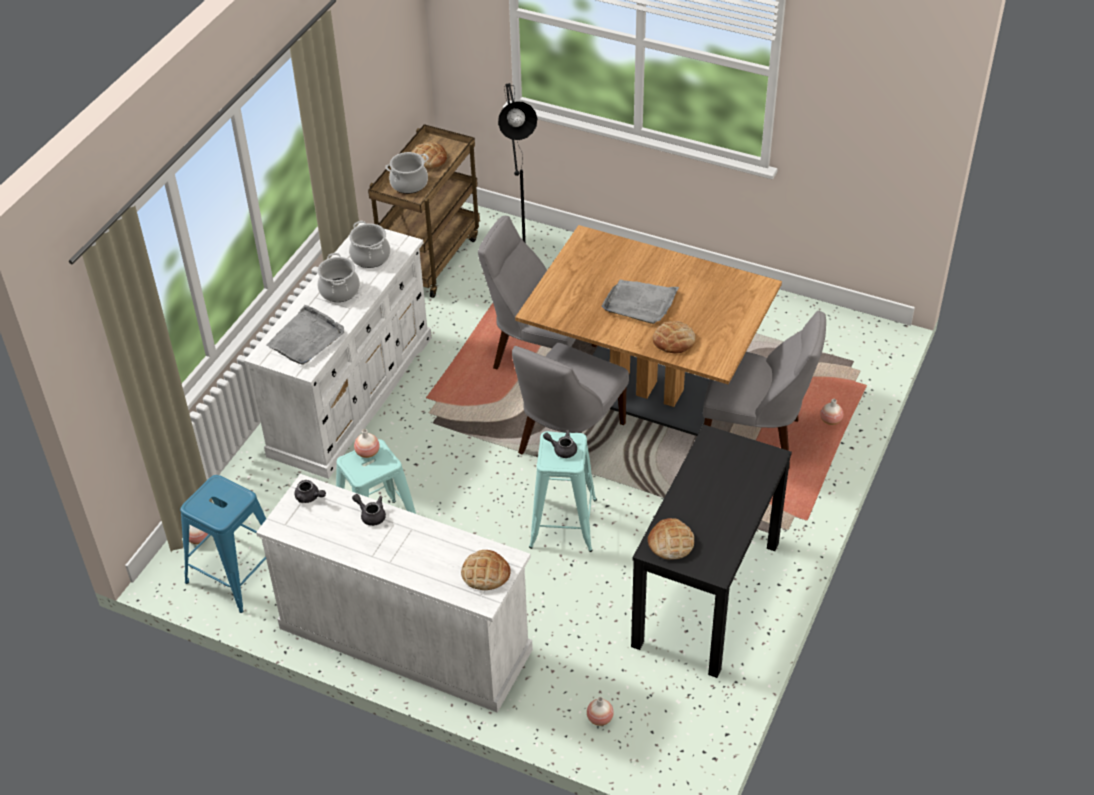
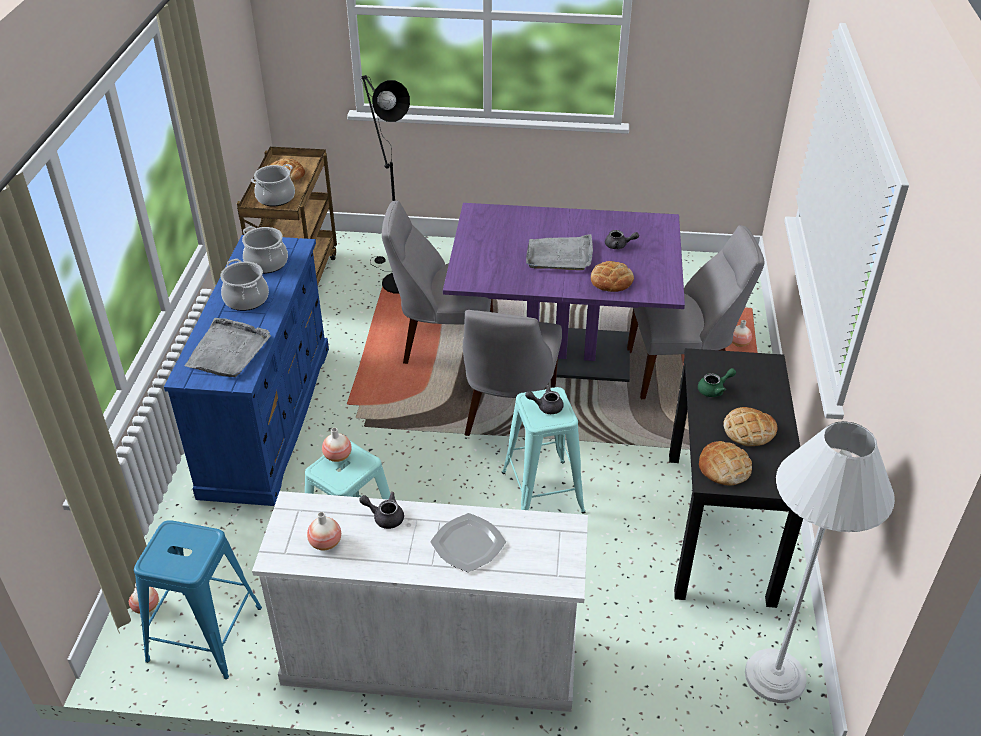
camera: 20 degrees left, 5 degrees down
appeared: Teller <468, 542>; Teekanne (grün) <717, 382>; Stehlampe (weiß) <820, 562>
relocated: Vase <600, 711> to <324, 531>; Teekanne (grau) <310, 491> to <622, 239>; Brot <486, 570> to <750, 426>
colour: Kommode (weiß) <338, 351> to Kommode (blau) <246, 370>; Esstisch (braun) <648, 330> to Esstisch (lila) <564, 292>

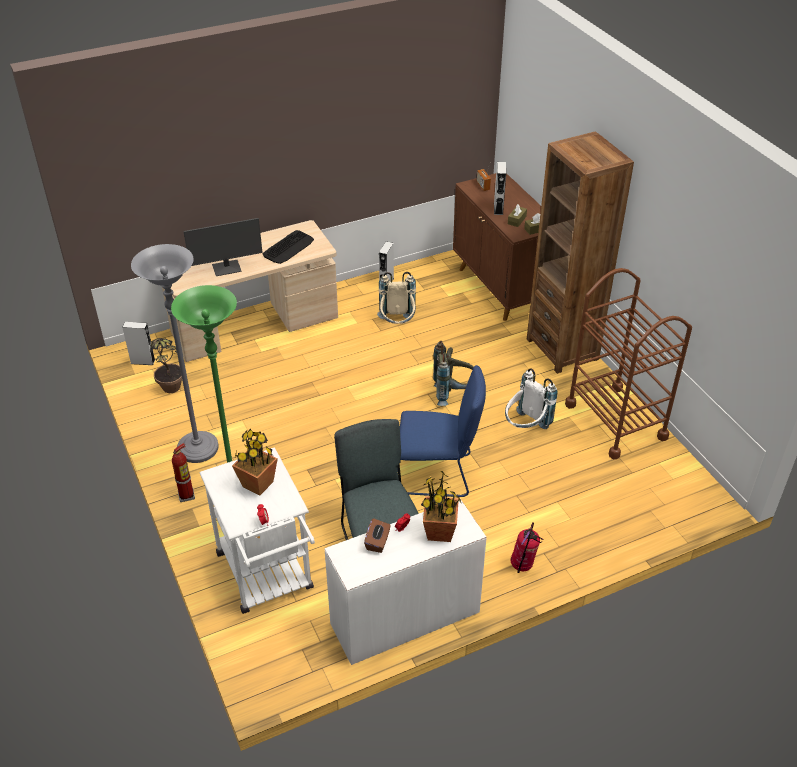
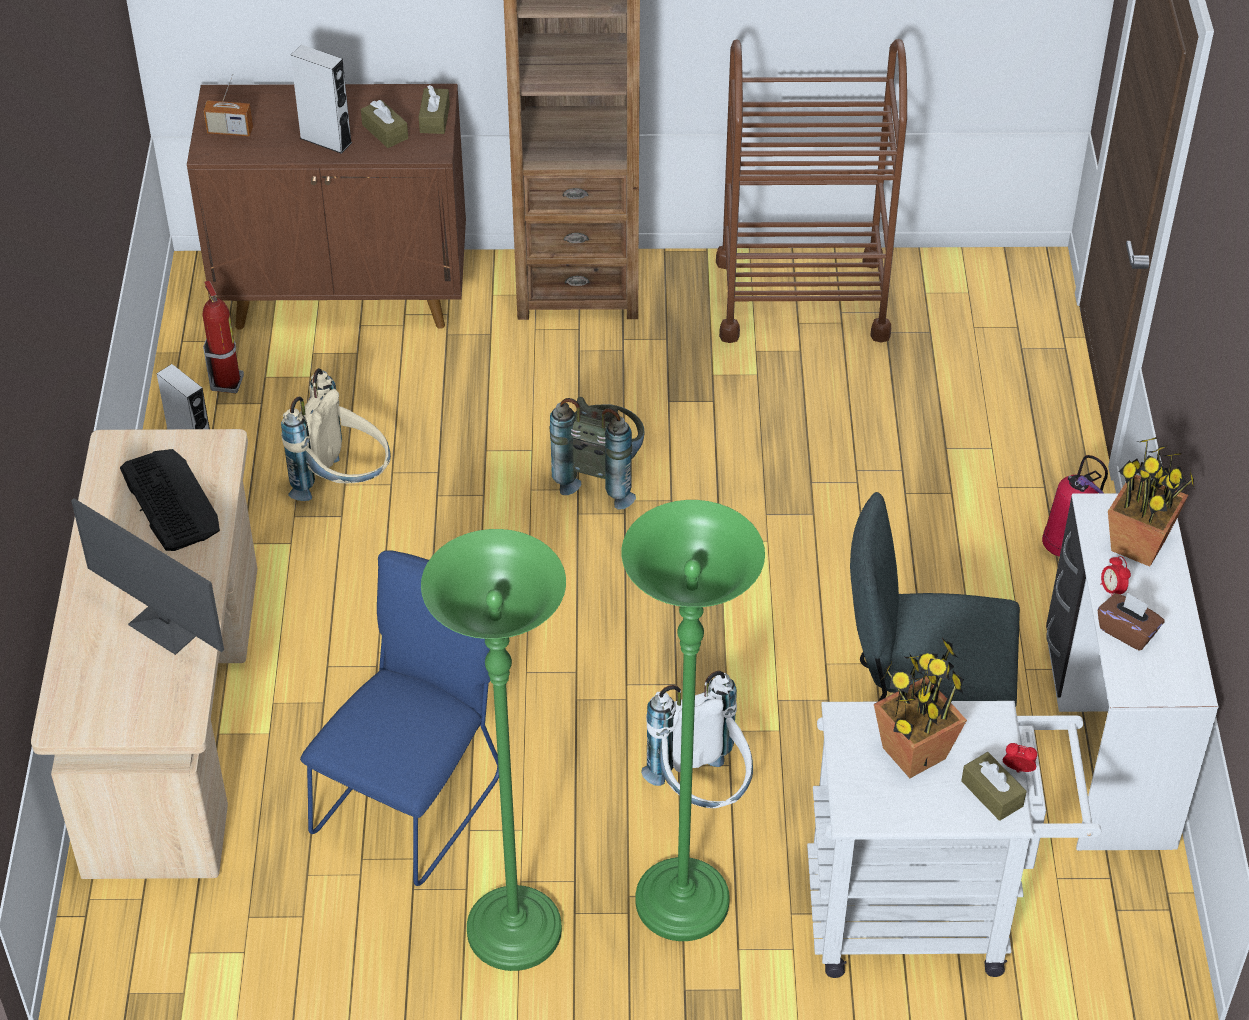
camera: 65 degrees left, 5 degrees up
missing: Lautsprecher (grau) <138, 343>; Topfpflanze <166, 365>
appeared: Taschentuchbox (braun) <993, 786>
relocated: Feuerlöscher <183, 472> to <223, 336>; Stuhl (blau) <443, 431> to <399, 718>; Rucksack (weiß) <531, 398> to <697, 739>
colour: Stehlampe (grau) <175, 353> to Stehlampe (grün) <493, 750>
spun: Monitor <223, 247> = <147, 576> 120 degrees clockwise

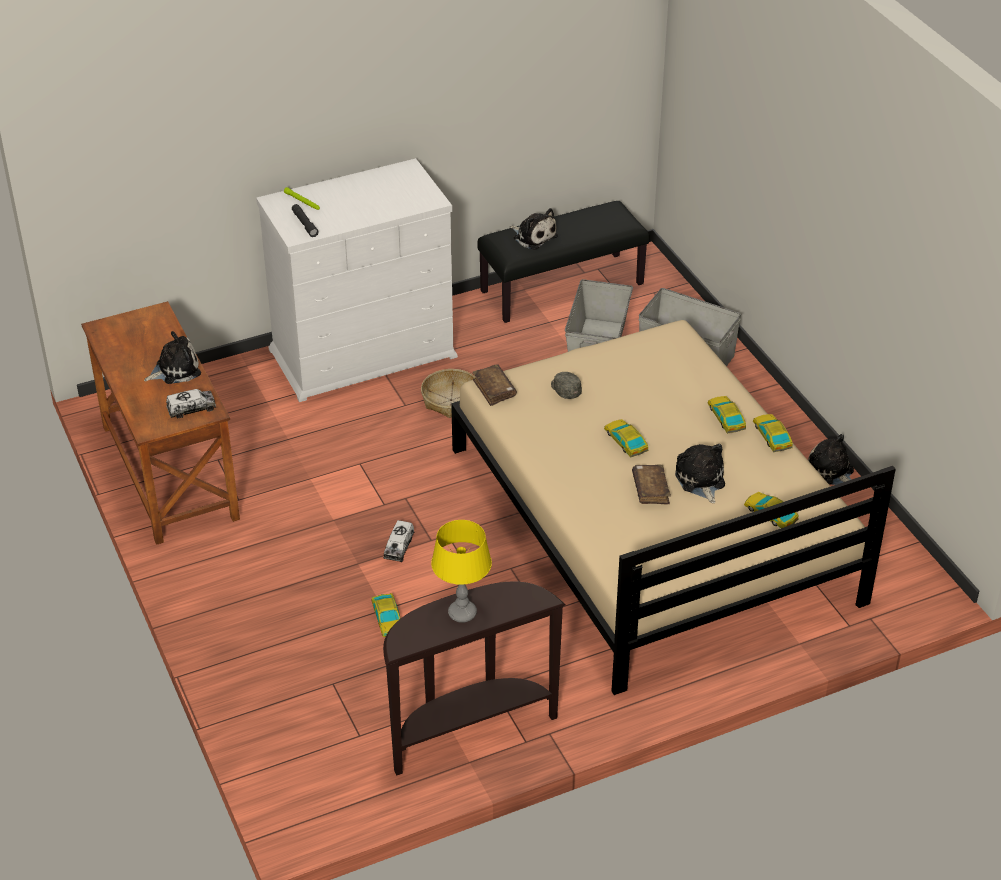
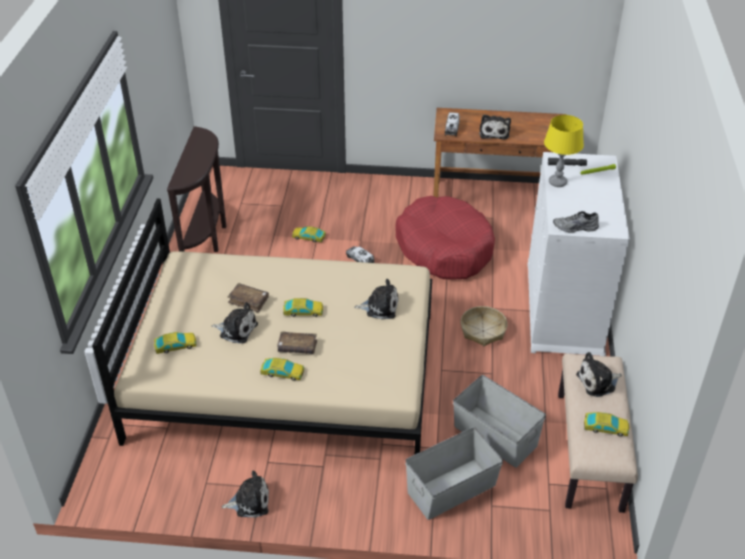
camera: 120 degrees right, 0 degrees up
appeared: Hundebett (rot) <445, 237>; Schuh (grau) <576, 222>
relocated: Buch (braun) <494, 385> to <297, 342>; Tischlampe (gelb) <461, 571> to <564, 151>; Spielzeugauto <773, 433> to <606, 424>
exchanged: Kappe (grau) <566, 385> to Plüschtier <376, 299>
colour: Bank (schwarz) <563, 262> to Bank (beige) <598, 433>

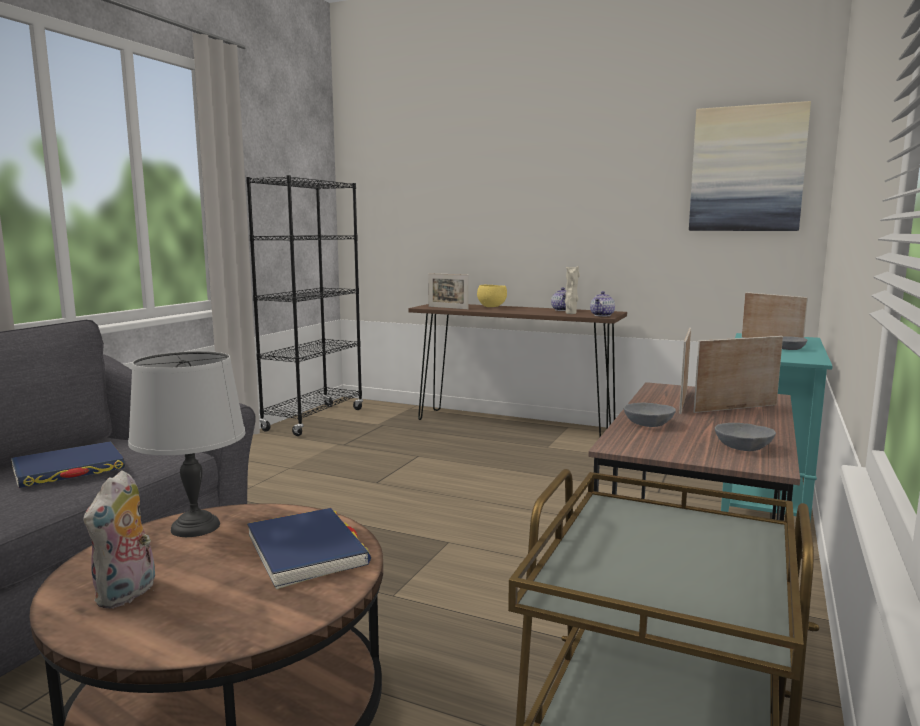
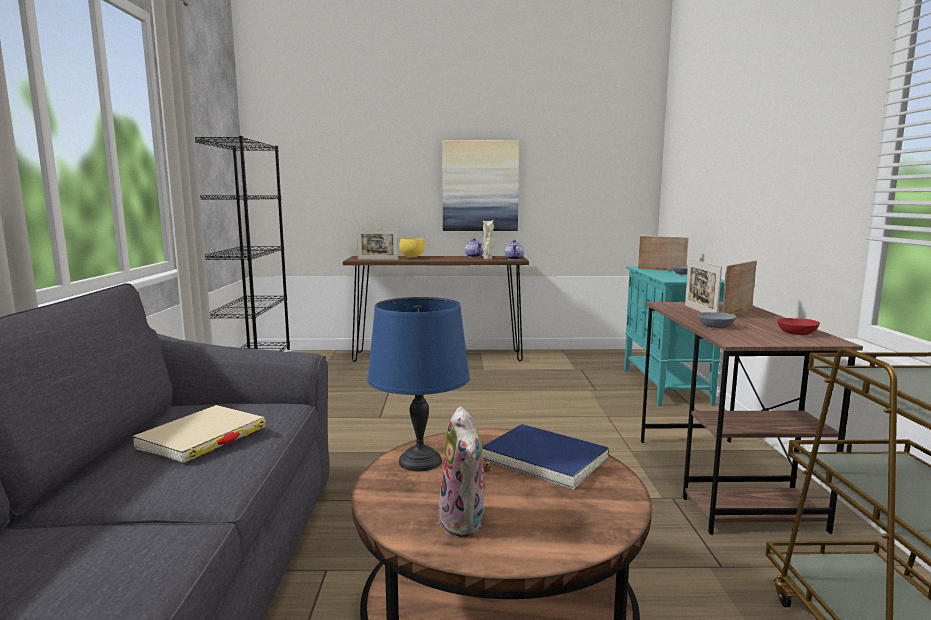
camera: 25 degrees left, 0 degrees up
relocated: Bild <750, 166> to <480, 185>
colour: Buch (blau) <68, 464> to Buch (beige) <199, 434>; Tischlampe (grau) <186, 444> to Tischlampe (blau) <418, 384>; Schüssel (grau) <745, 437> to Schüssel (rot) <798, 326>

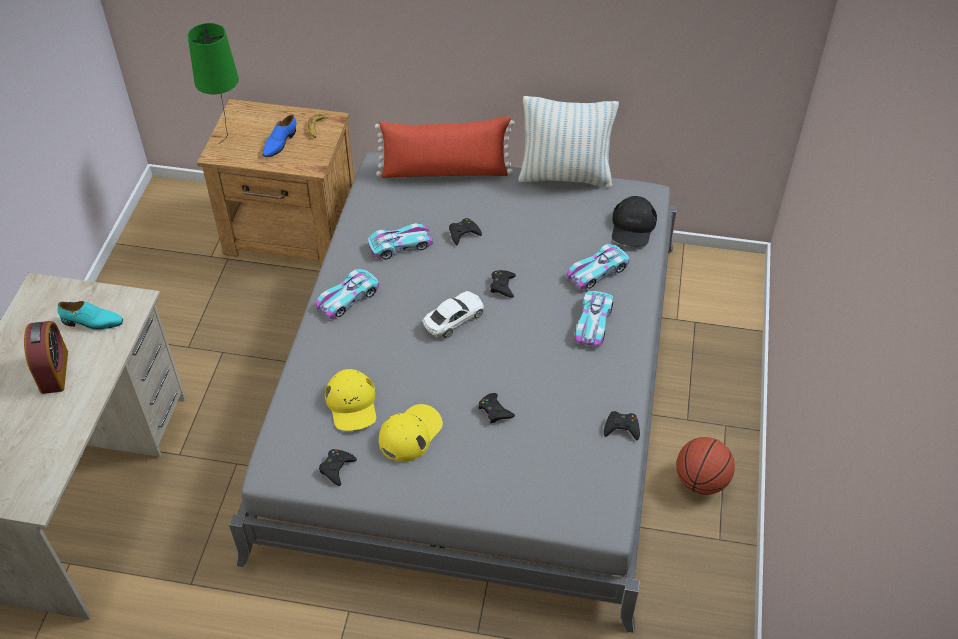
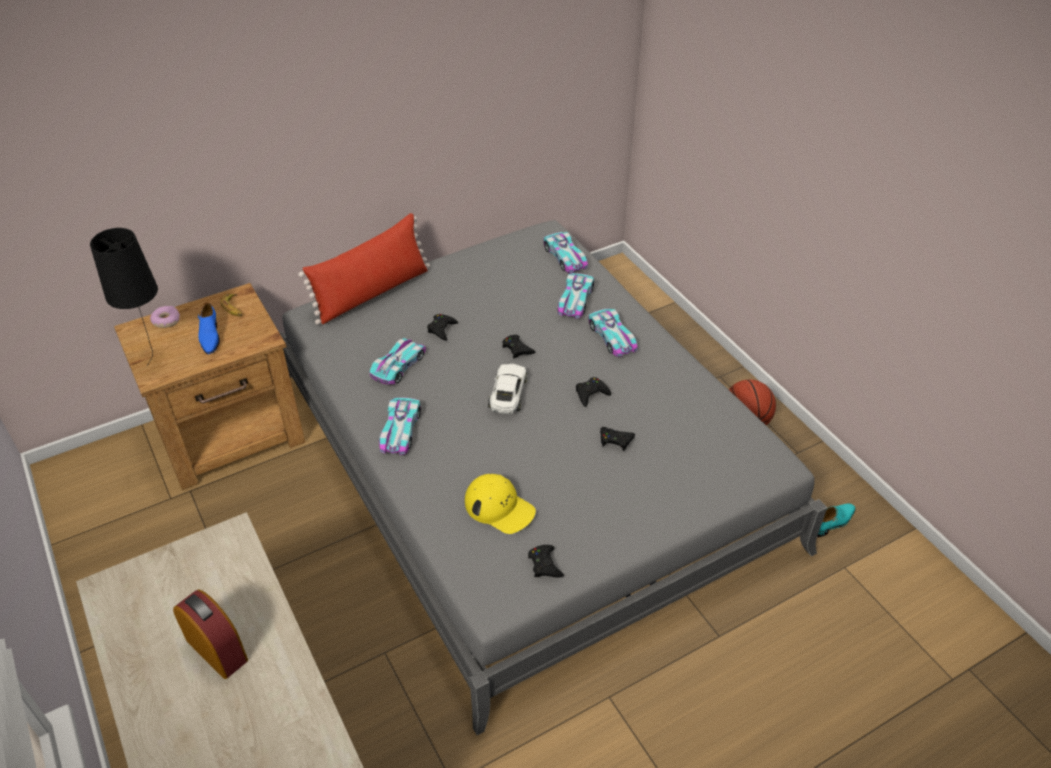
camera: 40 degrees left, 5 degrees down
missing: Kappe (gelb) <411, 433>; Kissen <568, 142>
appeared: Donut <165, 317>
relocated: Gamepad (schwarz) <622, 425> to <593, 392>; Schuh (türkis) <90, 315> to <836, 520>
exchanged: Kappe (schwarz) <634, 221> to Spielzeugauto <566, 252>
colour: Tischlampe (grün) <213, 83> to Tischlampe (schwarz) <124, 297>

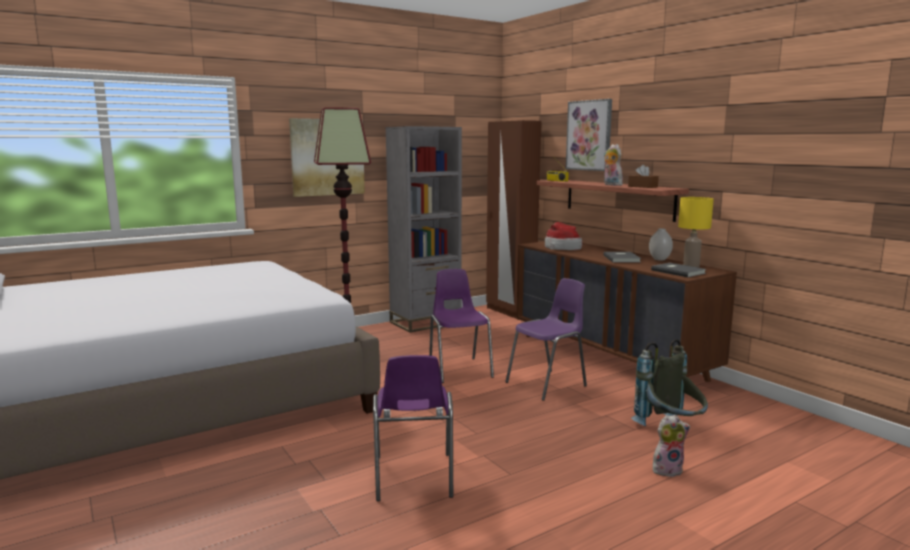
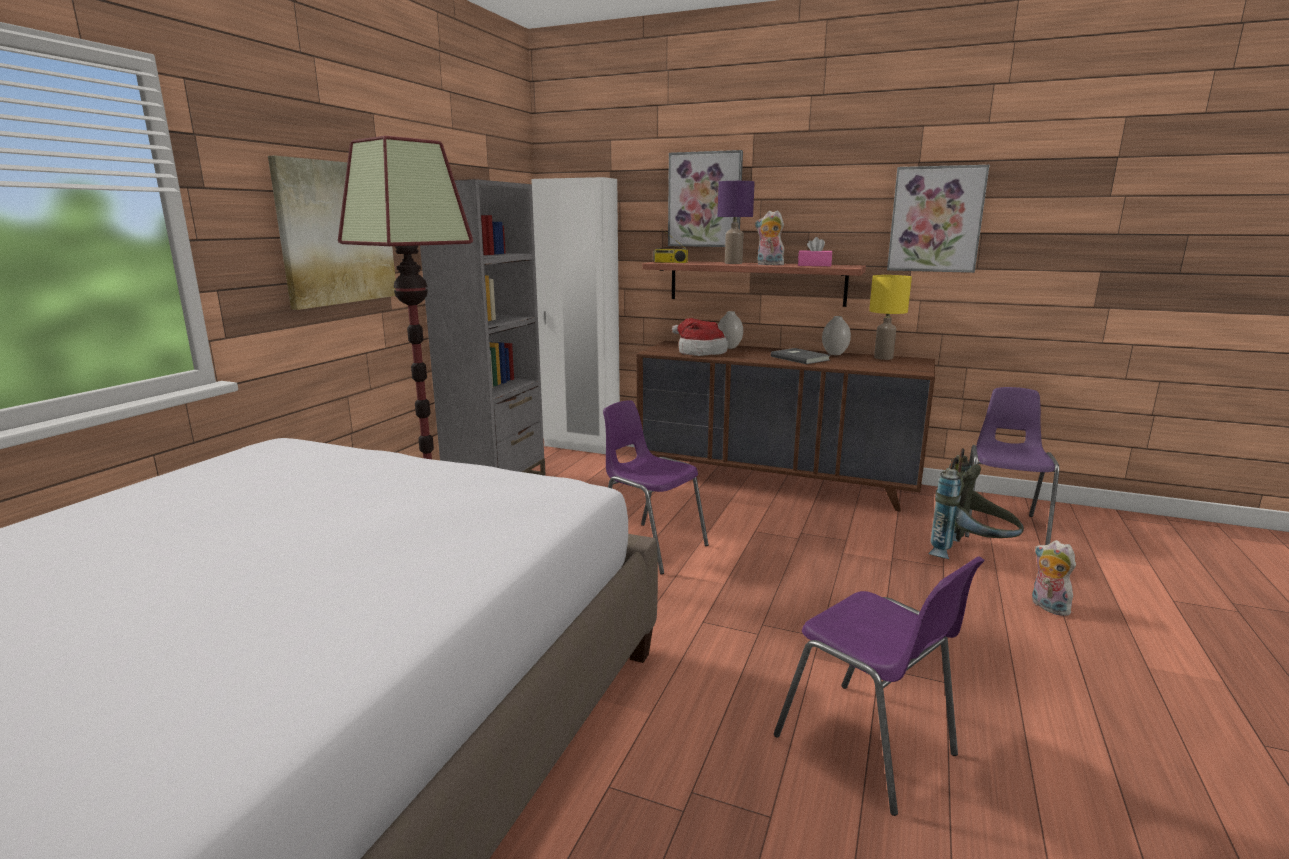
camera: 35 degrees left, 5 degrees up
missing: Buch (grau) <678, 270>
appeared: Tischlampe (lila) <736, 222>; Vase (weiß) <730, 330>; Bild <938, 219>
relocated: Stuhl (lila) <546, 339> to <1012, 466>
colour: Kleiderschrank (braun) <513, 220> to Kleiderschrank (weiß) <575, 315>; Taschentuchbox (braun) <643, 176> to Taschentuchbox (rosa) <815, 251>
spun: Plüschtier <671, 446> = <1054, 578> 75 degrees counterclockwise

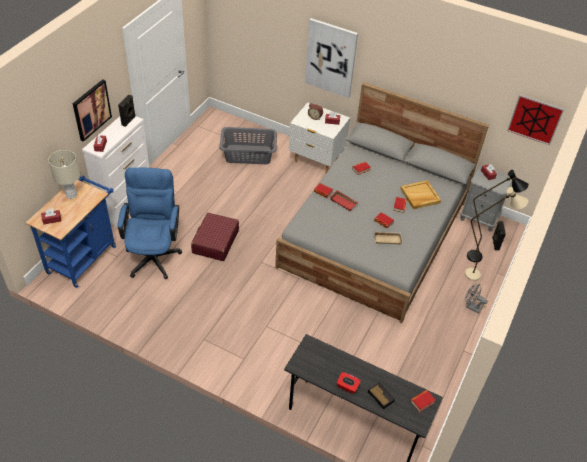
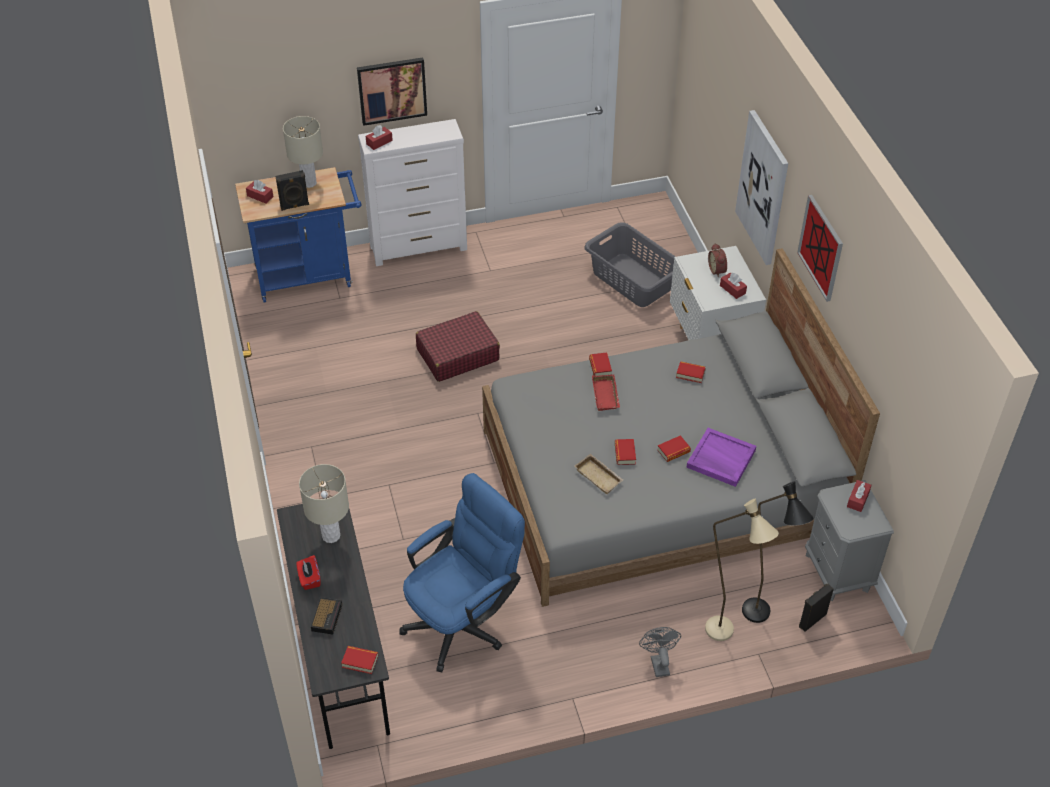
camera: 50 degrees right, 0 degrees up
appeared: Tischlampe (beige) <324, 503>
relocated: Lautsprecher (schwarz) <127, 111> to <292, 190>; Bürostuhl (blau) <150, 223> to <462, 572>; Bild <535, 120> to <820, 248>
colour: Tablett (beige) <420, 194> to Tablett (lila) <721, 457>

